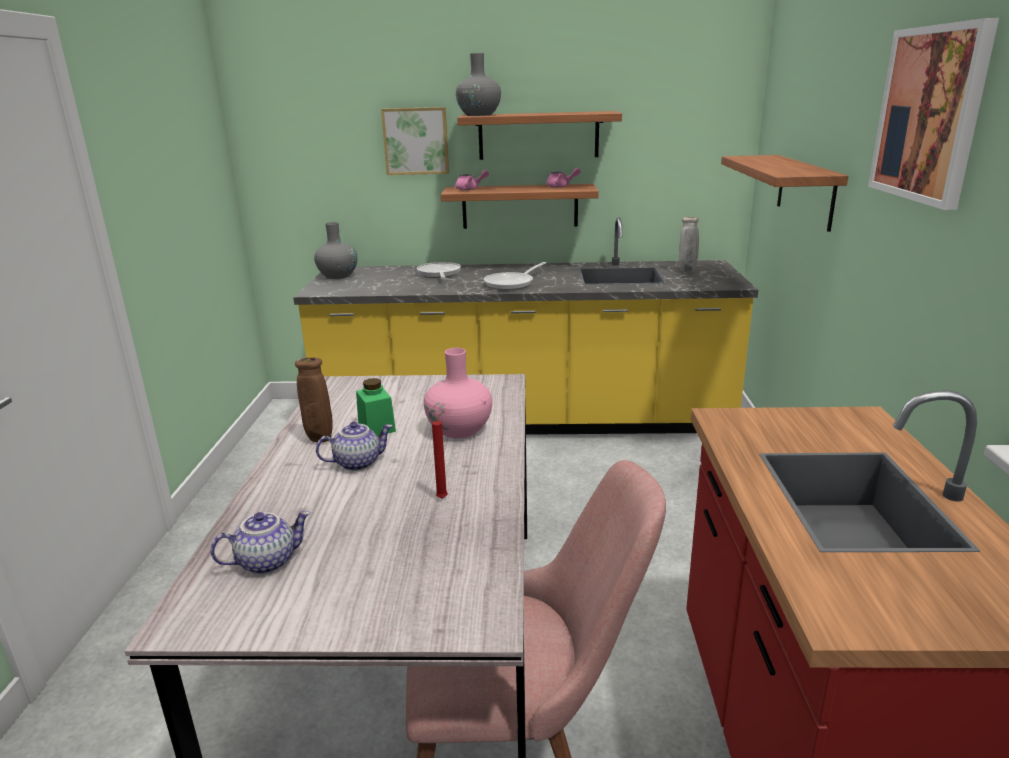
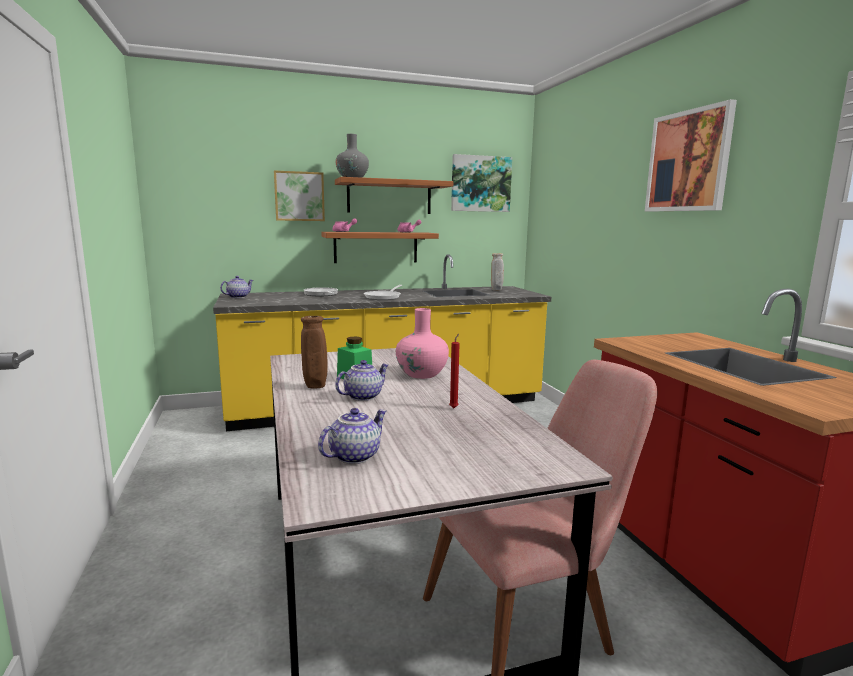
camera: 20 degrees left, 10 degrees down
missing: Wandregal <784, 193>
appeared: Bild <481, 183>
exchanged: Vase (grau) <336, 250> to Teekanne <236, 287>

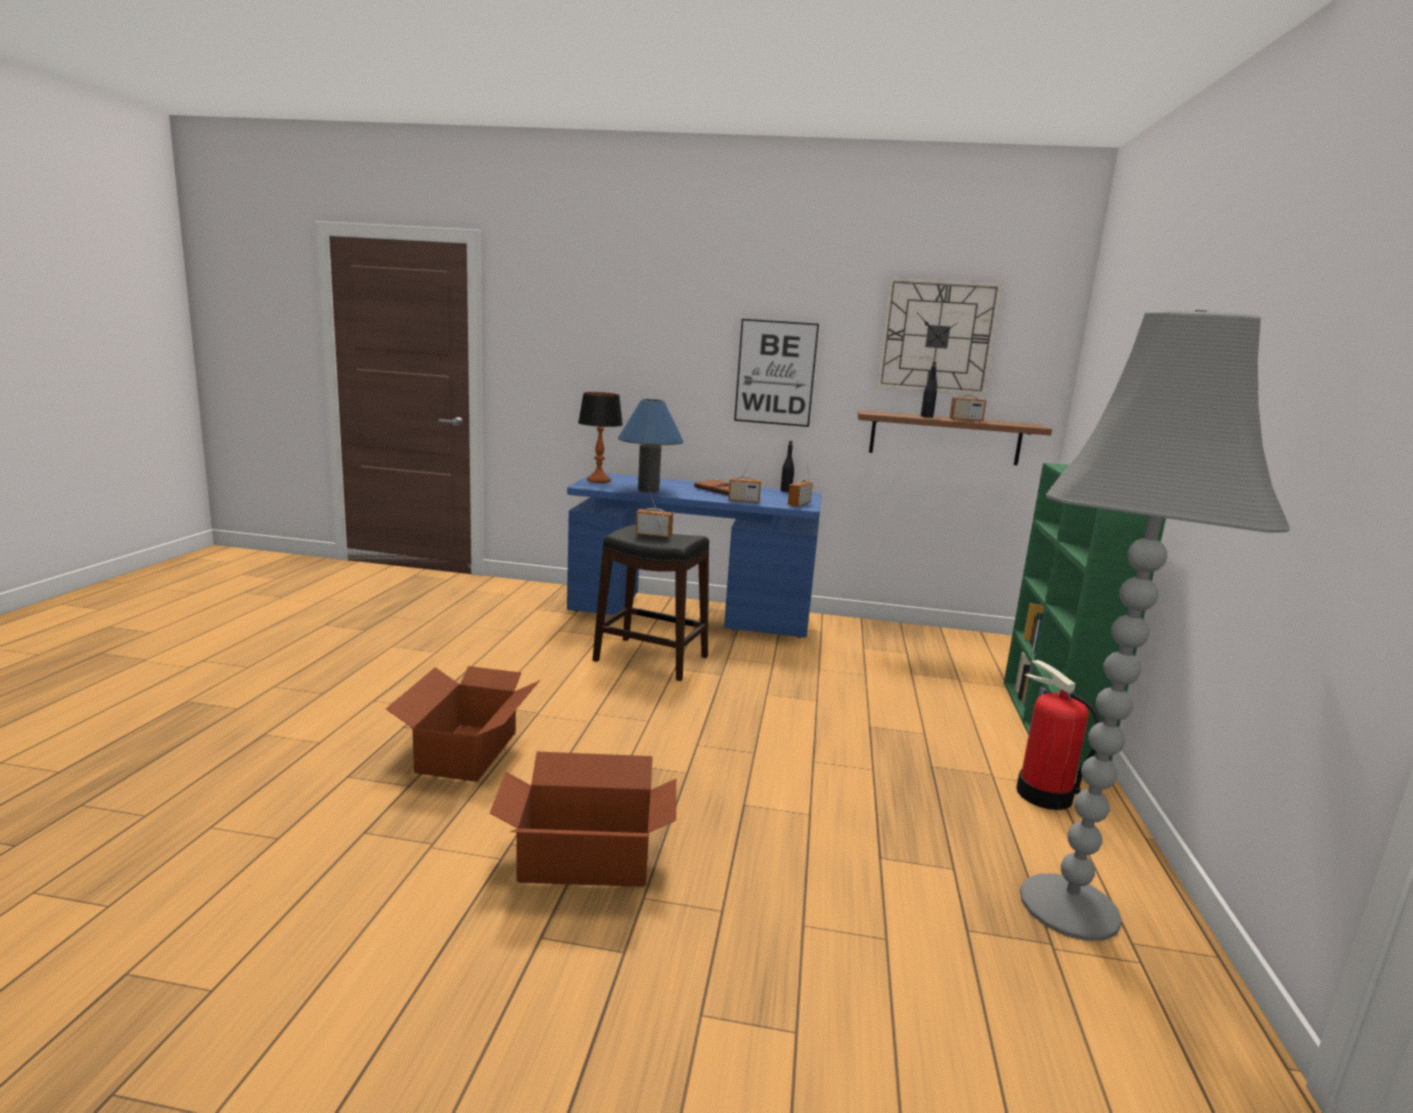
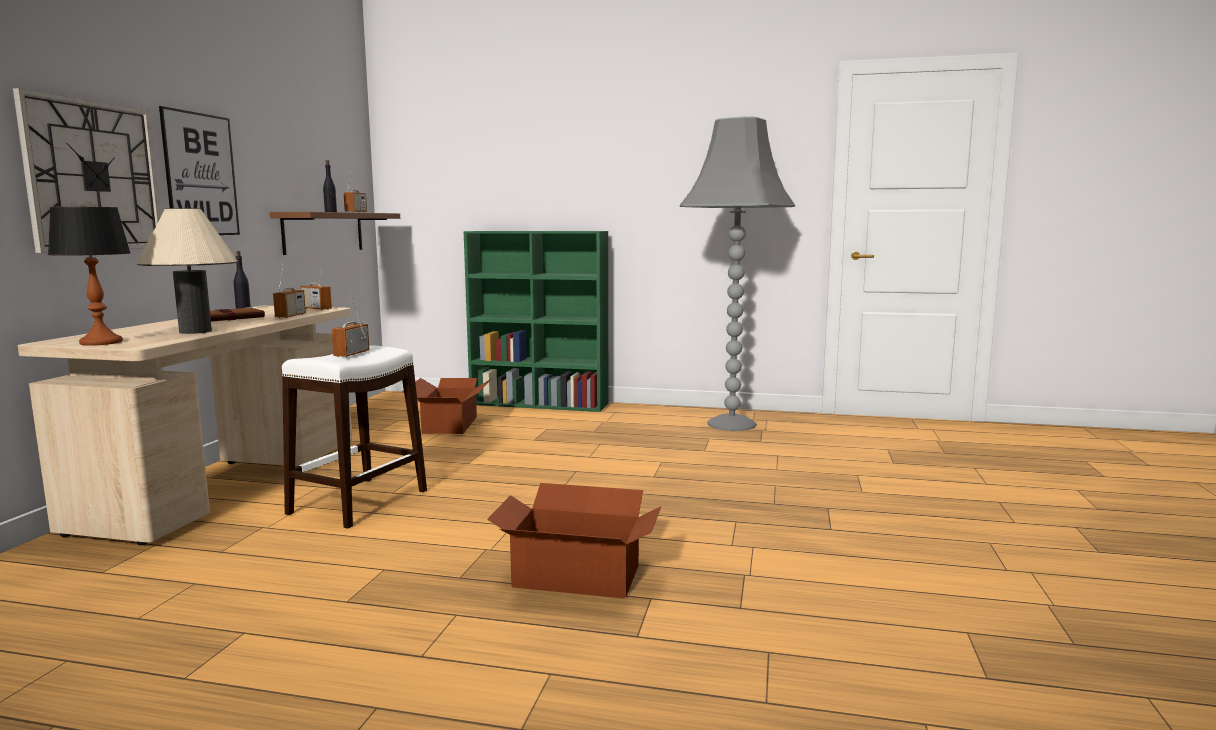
camera: 85 degrees left, 5 degrees down
missing: Feuerlöscher <1058, 735>
relocated: Wanduhr <939, 336> to <86, 170>; Karton <583, 819> to <446, 406>
colour: Schreibtisch (blau) <694, 555> to Schreibtisch (beige) <185, 425>; Tischlampe (blau) <650, 445> to Tischlampe (beige) <187, 271>; Hocker (schwarz) <651, 603> to Hocker (weiß) <354, 436>

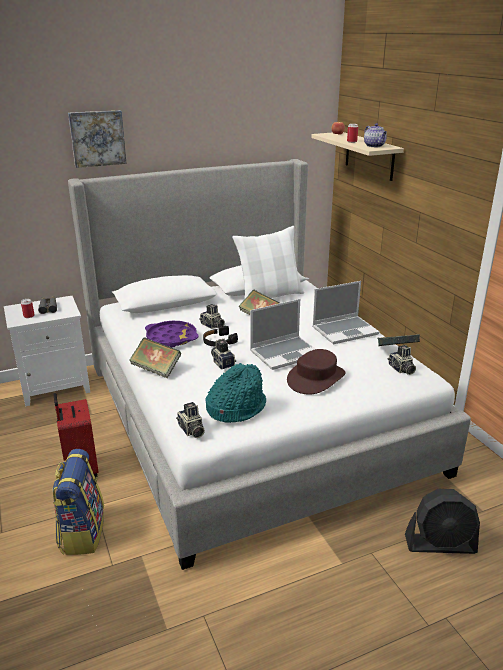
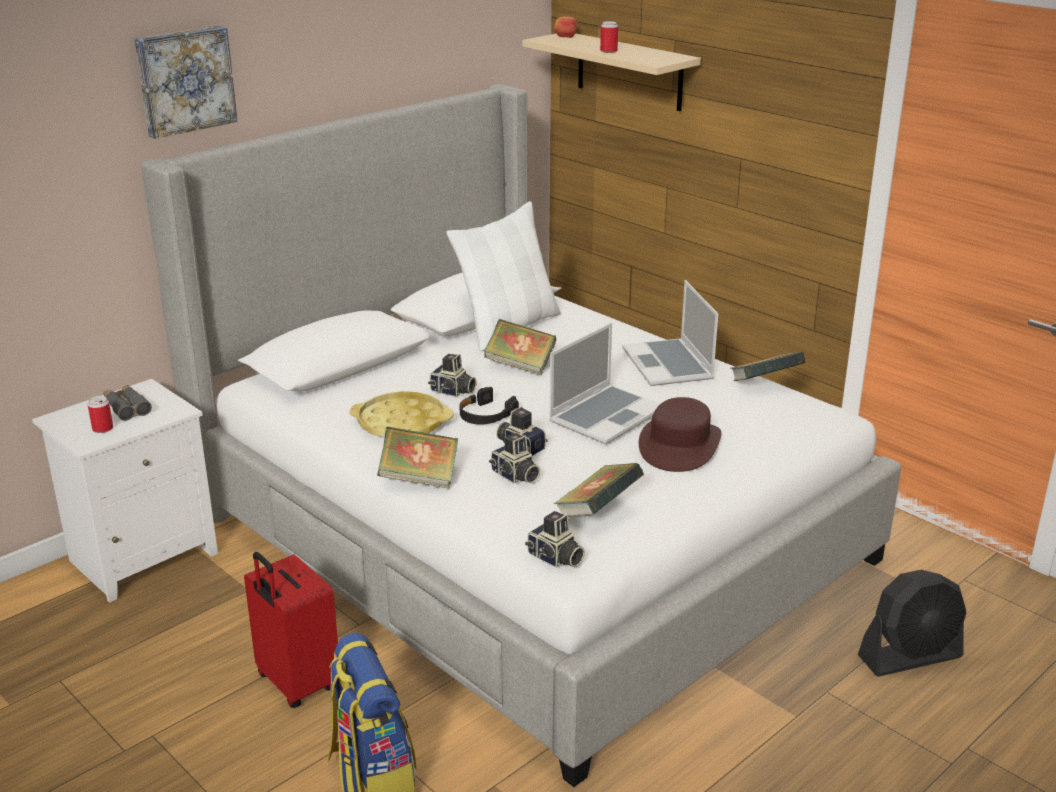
camera: 20 degrees left, 0 degrees up
missing: Teekanne <375, 135>
relocated: Kamera <402, 360> to <514, 458>
exchanged: Hut (türkis) <236, 393> to Buch <599, 490>
colour: Tablett (lila) <172, 334> to Tablett (gelb) <401, 414>
spun: Laptop <345, 312> = <670, 333> 120 degrees clockwise

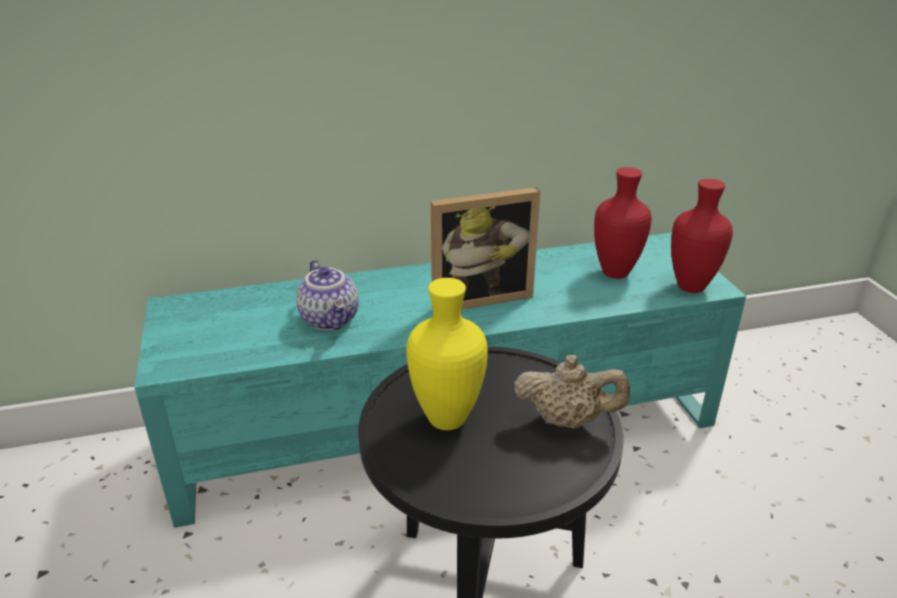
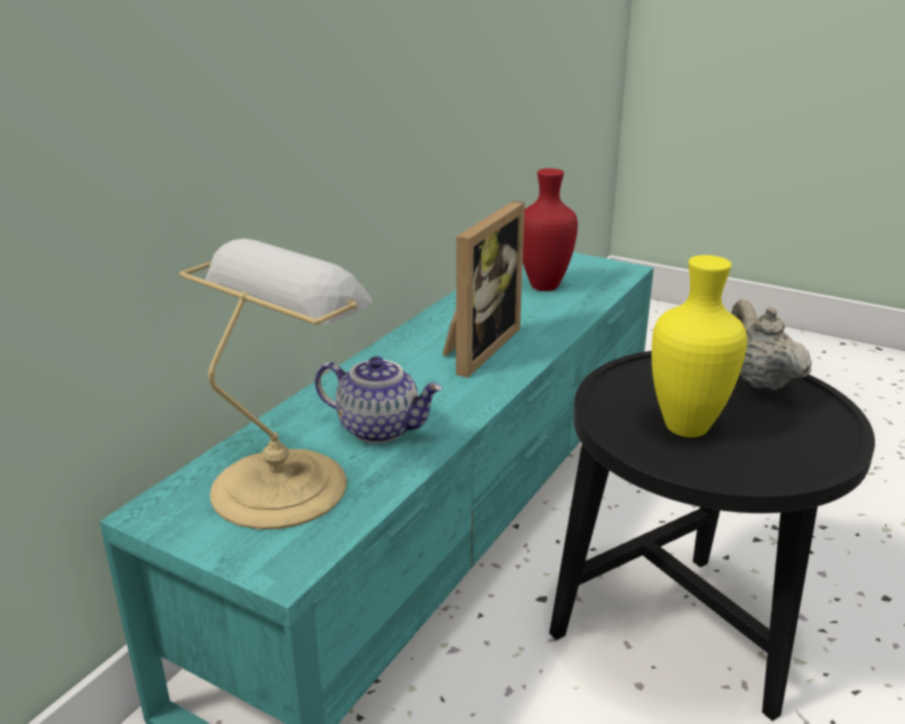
camera: 45 degrees left, 5 degrees down
missing: Vase (rot) <702, 236>
appeared: Tischlampe <276, 384>
spun: Teekanne (beige) <572, 391> = <771, 345> 75 degrees counterclockwise

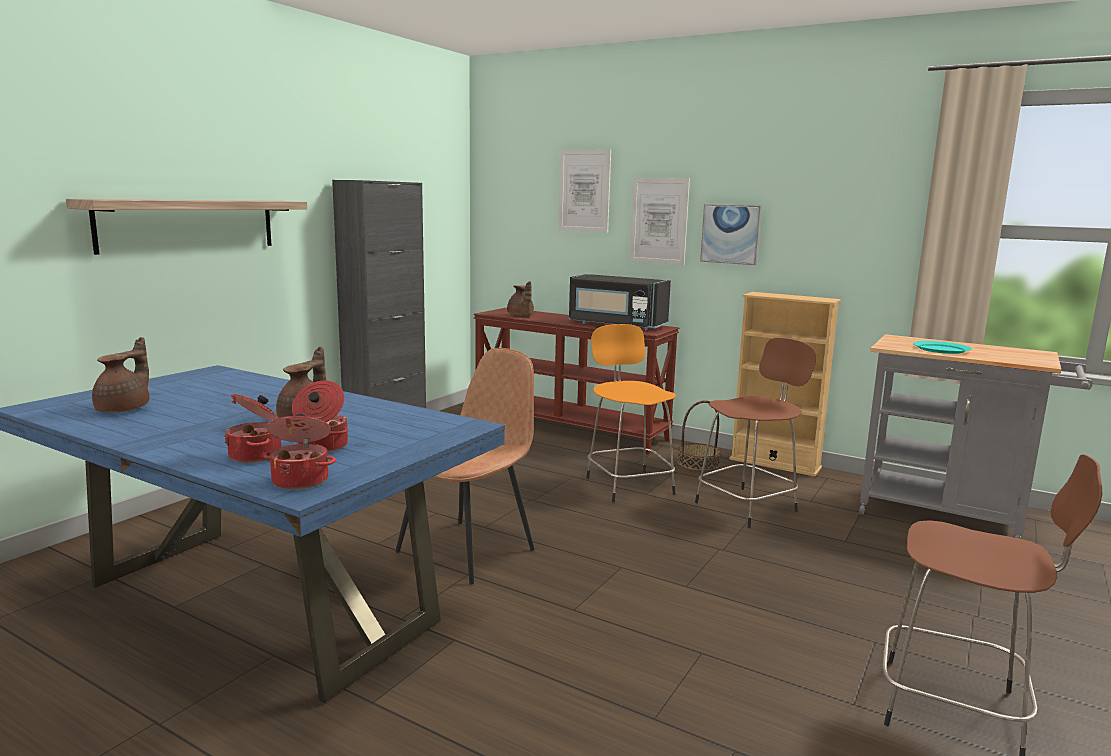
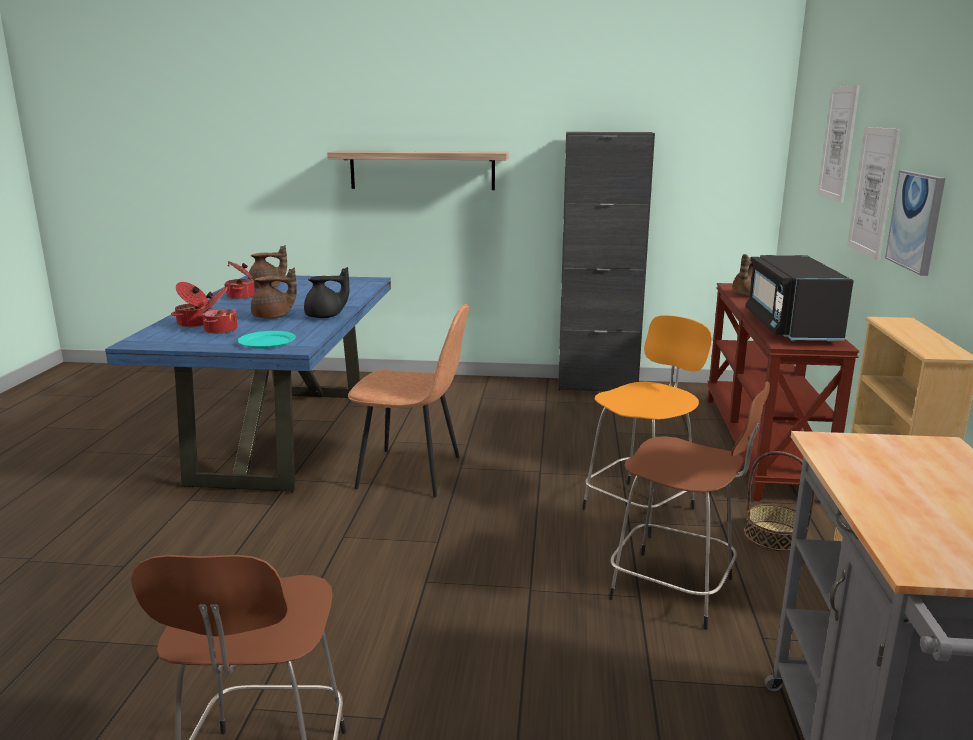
camera: 65 degrees right, 5 degrees up
appeared: Teekanne (schwarz) <326, 292>
relocated: Kochtopf <299, 452> to <240, 280>; Teller (türkis) <942, 347> to <267, 340>

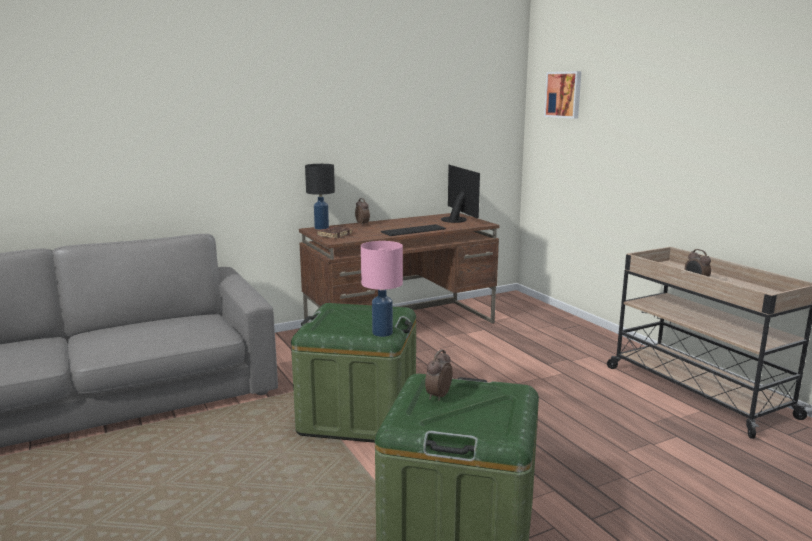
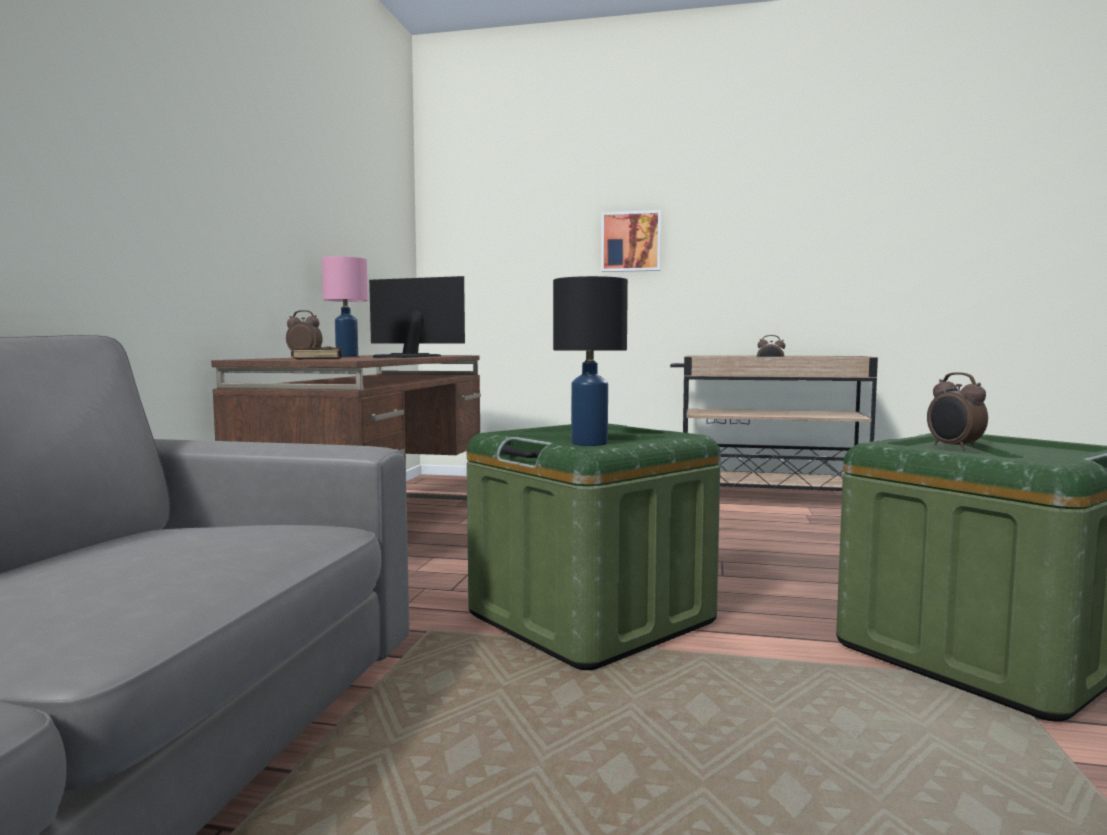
camera: 50 degrees left, 10 degrees down
relocated: Tischlampe (rosa) <382, 289> to <345, 306>; Tischlampe (schwarz) <320, 197> to <590, 361>; Bild <562, 95> to <631, 241>

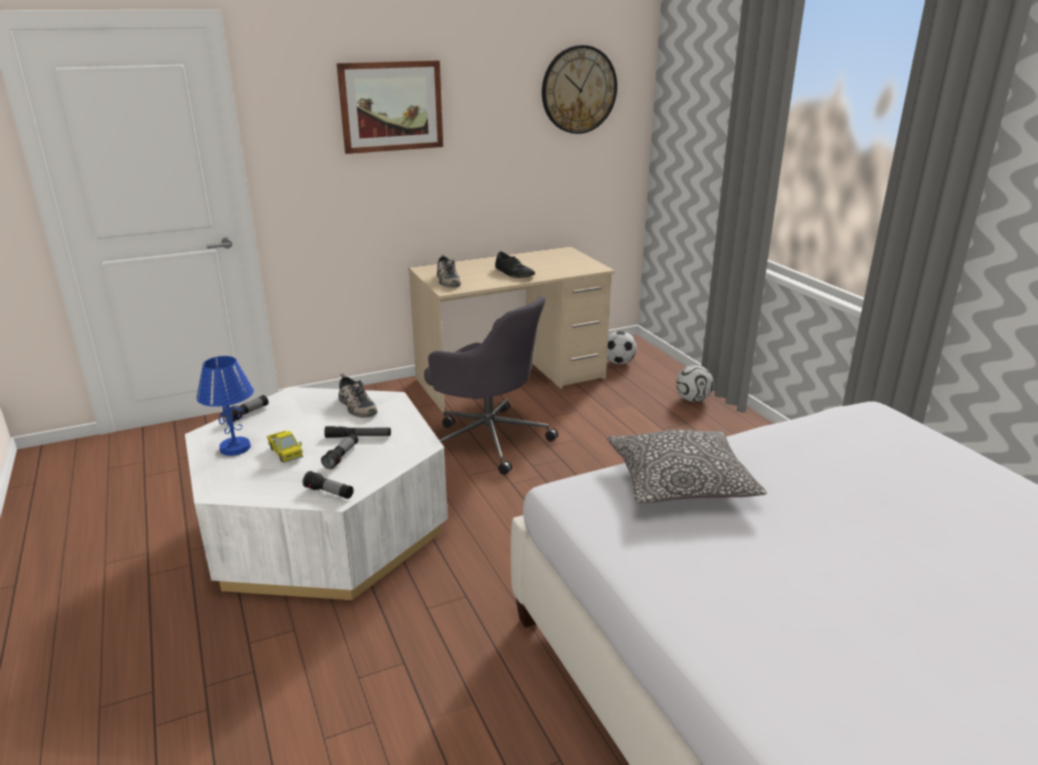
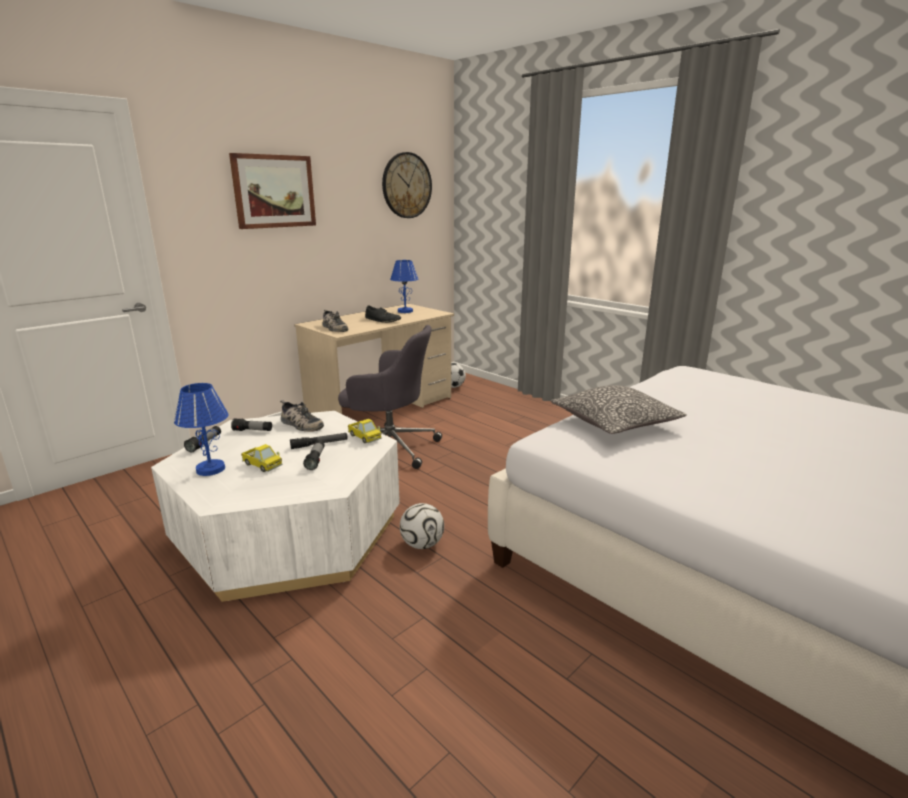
camera: 20 degrees left, 5 degrees down
appeared: Spielzeuglaster <365, 431>; Tischlampe (blau) <404, 286>
relocated: Taschenlampe <328, 485> to <251, 424>; Fußball <695, 383> to <422, 526>

